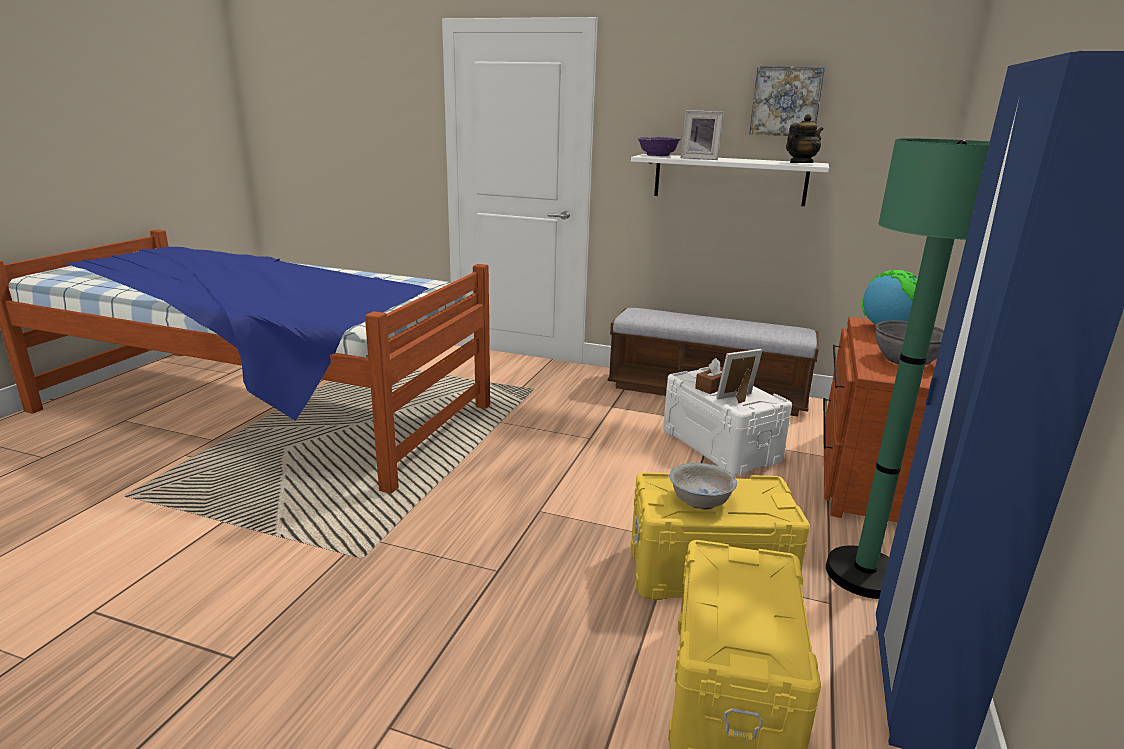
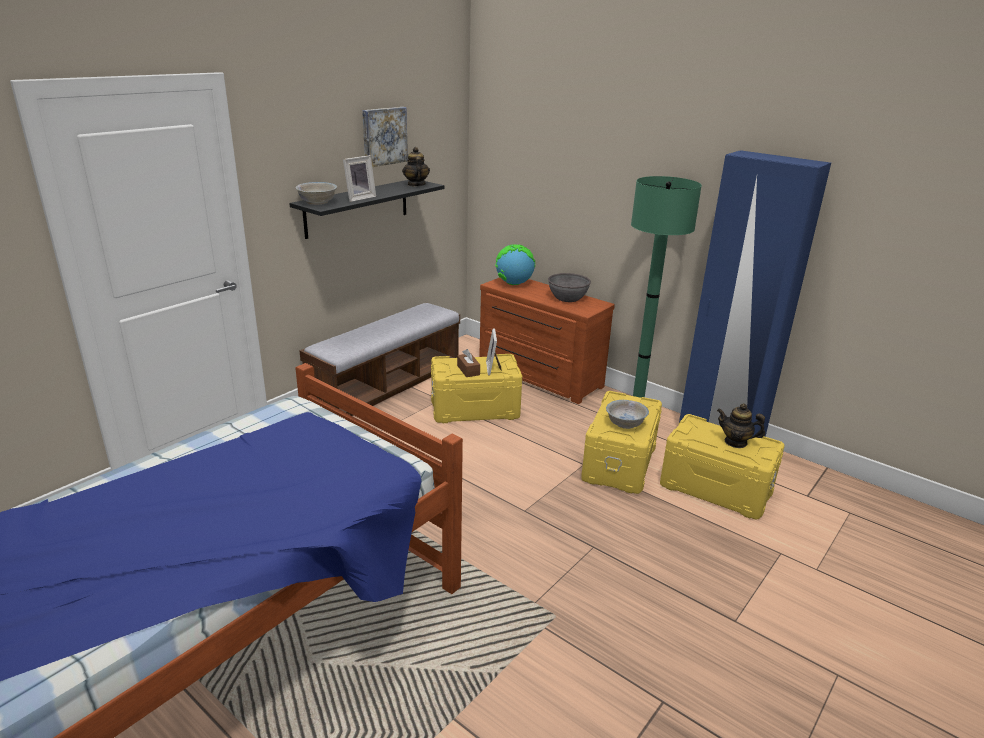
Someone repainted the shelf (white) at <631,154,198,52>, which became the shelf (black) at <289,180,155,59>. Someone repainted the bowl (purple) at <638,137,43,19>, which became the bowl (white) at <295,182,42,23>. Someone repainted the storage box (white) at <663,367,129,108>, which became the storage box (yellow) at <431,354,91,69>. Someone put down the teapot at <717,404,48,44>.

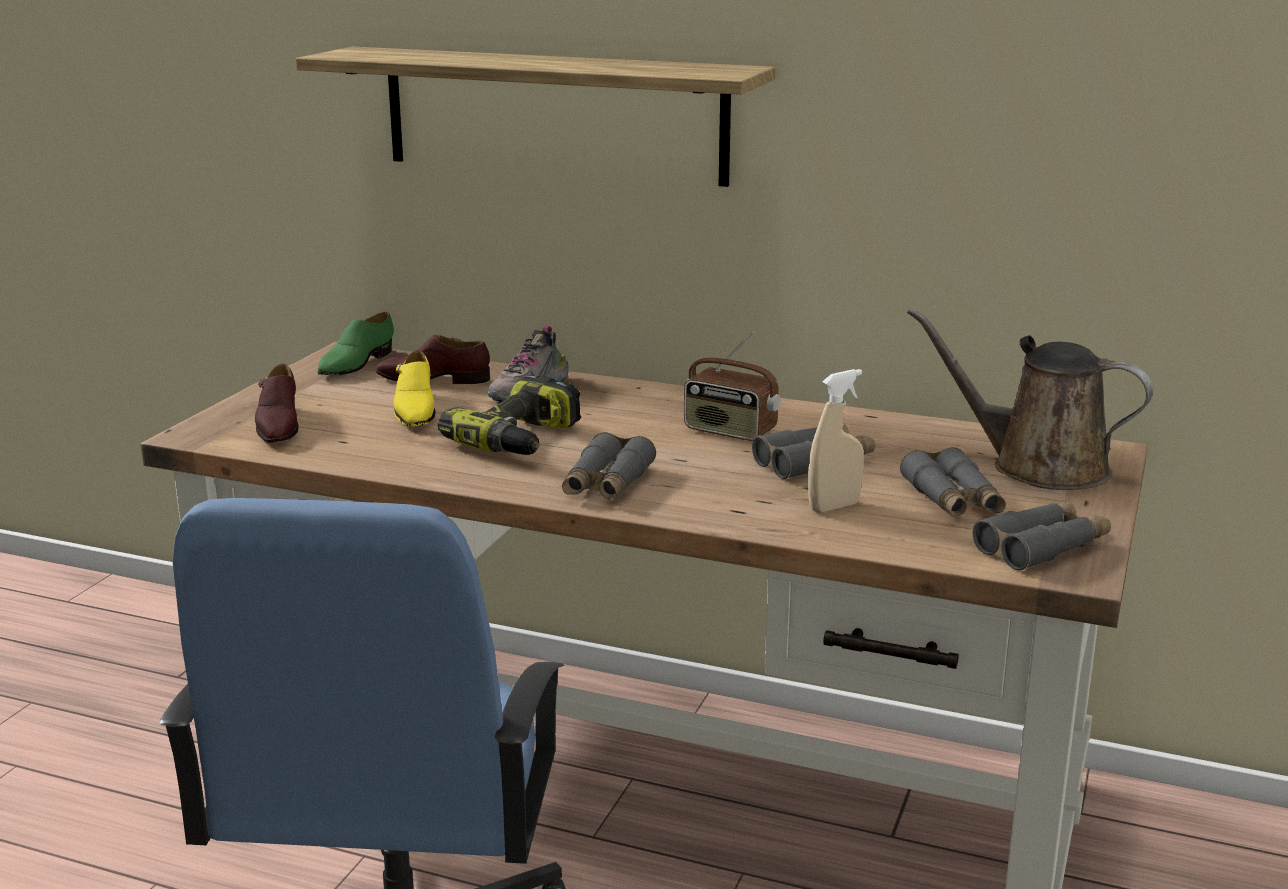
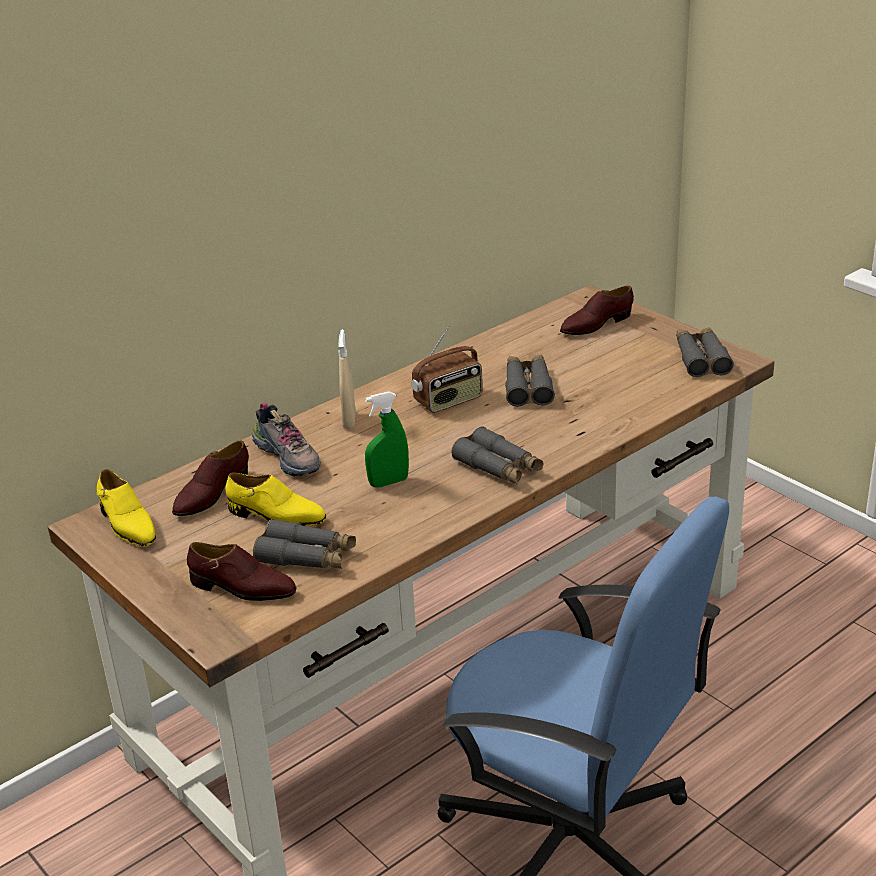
Someone took away the shelf at <296,46,479,141>. Someone repainted the shoe (green) at <317,312,77,63>, which became the shoe (yellow) at <97,469,59,77>. Someone swapped the power drill at <438,375,143,80> for the spray bottle (green) at <365,391,44,97>. Someone carried the spray bottle (beige) from <808,369,56,144> to <338,329,18,100>. Someone carried the binoculars (grey) from <900,447,106,70> to <253,519,103,50>. Someone swapped the watering can (brown) at <907,308,246,182> for the shoe (brown) at <560,286,74,49>.

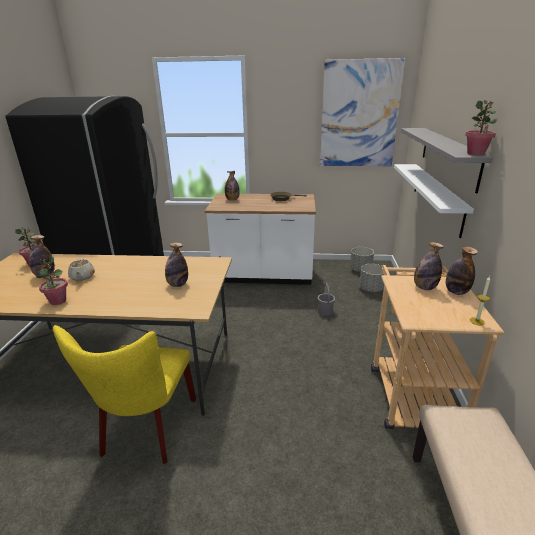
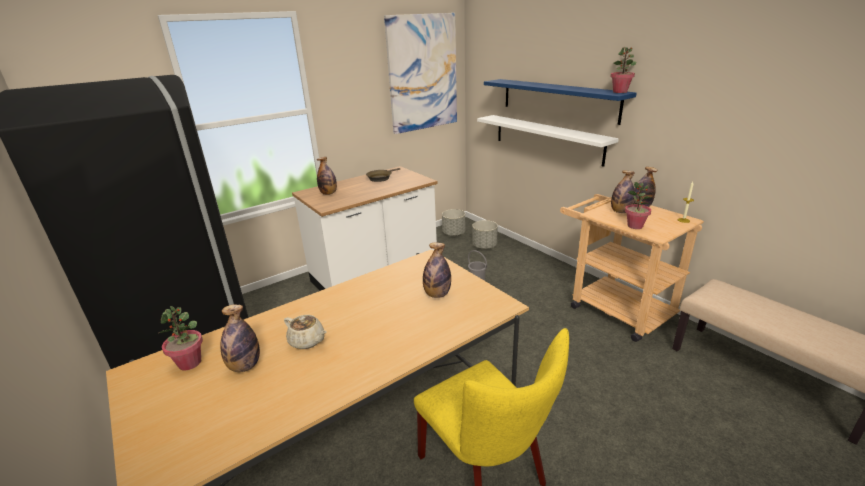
Someone carried the potted plant from <35,256,33,49> to <625,182,26,47>. Someone repainted the shelf (grey) at <401,128,92,65>, which became the shelf (blue) at <484,79,153,46>.

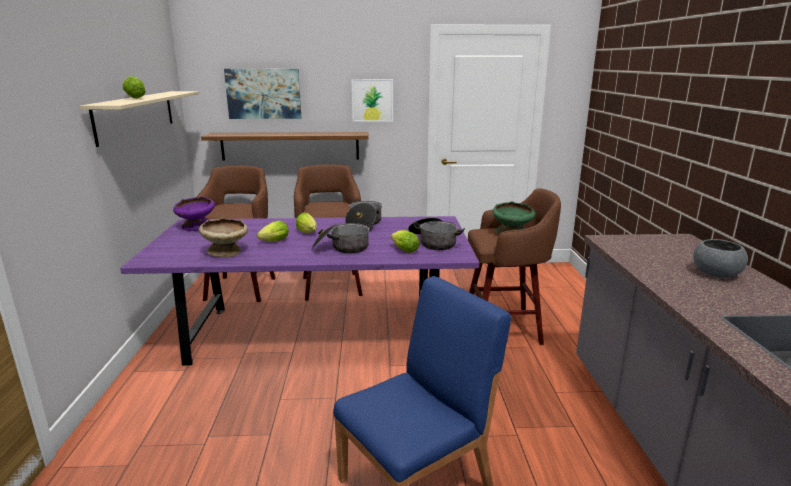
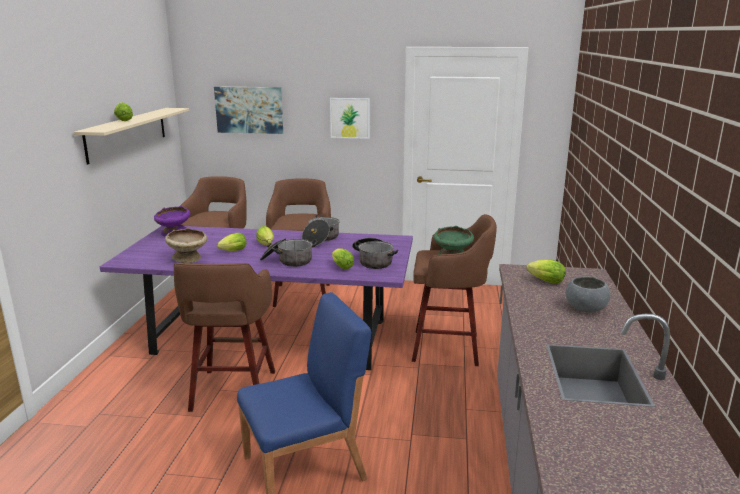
Someone took away the shelf at <201,132,168,29>. Someone put down the stool (brown) at <174,263,101,149>. Someone put down the lettuce at <526,259,40,25>.

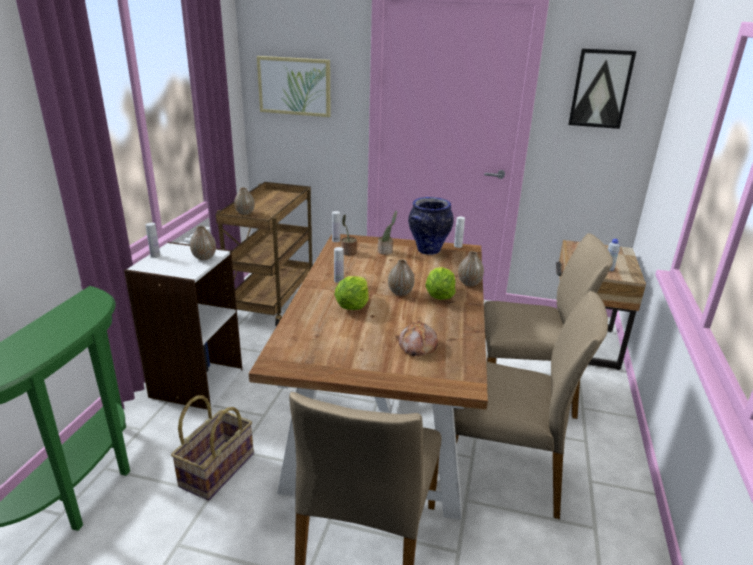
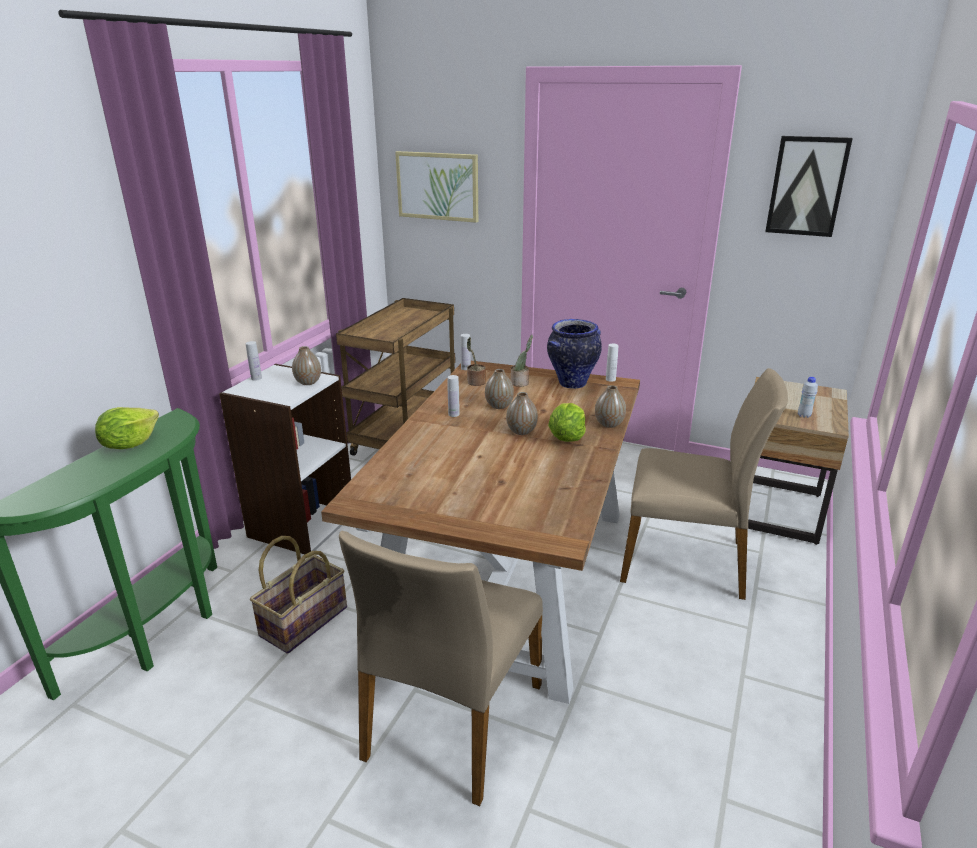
Someone carried the vase from <234,187,21,28> to <485,369,29,40>. Someone carried the lettuce from <334,276,35,34> to <95,407,64,42>. Someone took away the bread at <398,321,40,35>. Someone took away the chair (beige) at <453,291,155,228>.

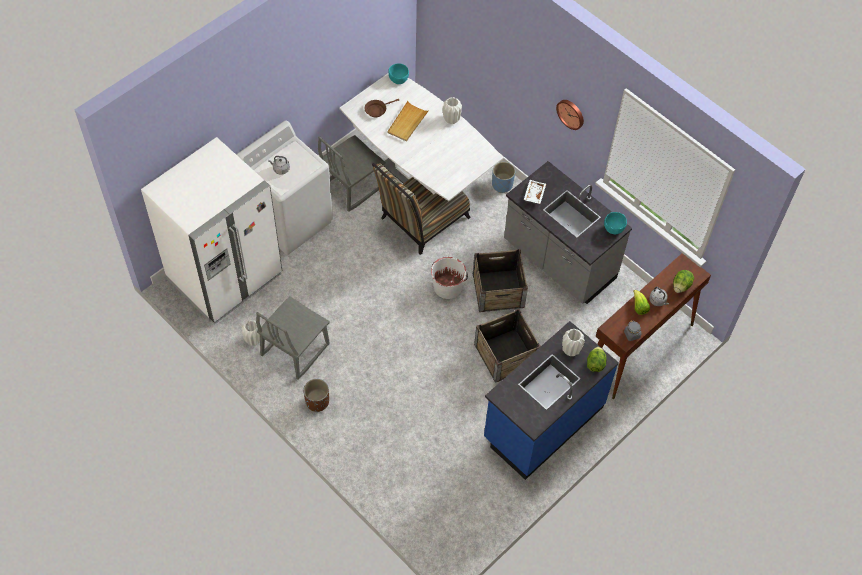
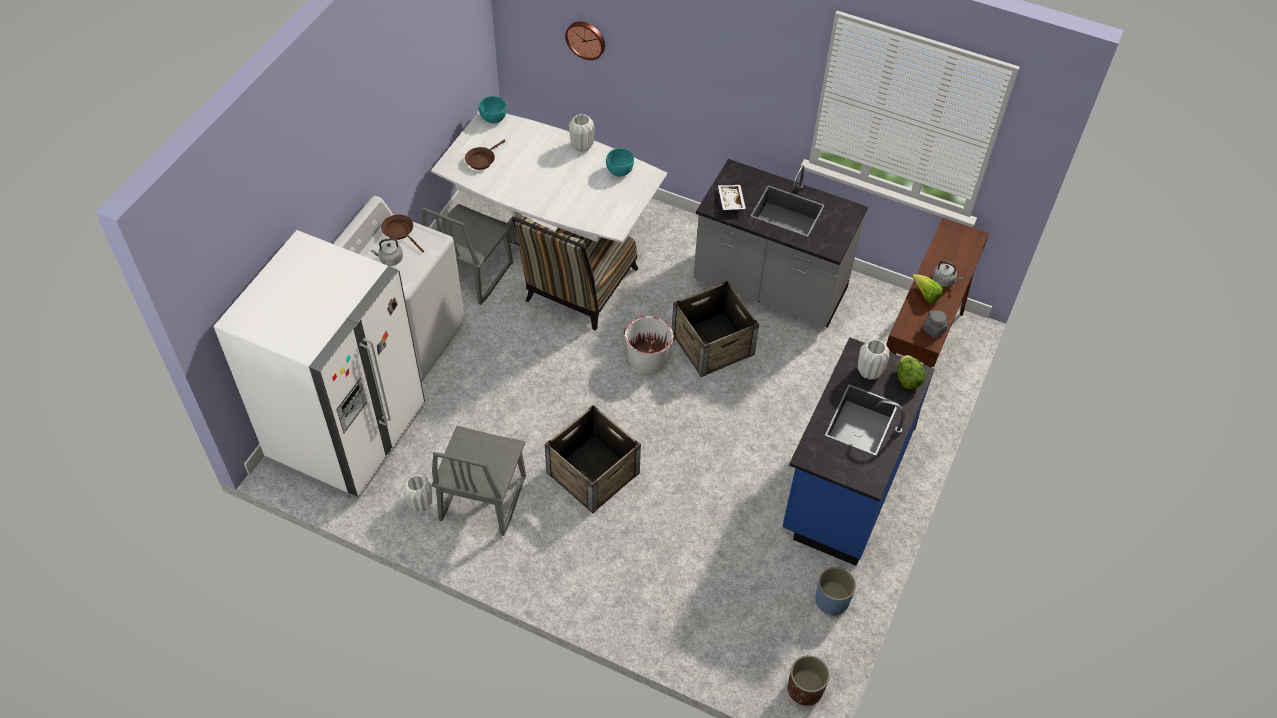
Someone carried the planter (brown) from <303,379,26,33> to <788,655,42,51>. Someone took away the tray (beige) at <387,101,41,41>. Someone carried the crate from <474,309,67,74> to <545,405,96,109>. Someone carried the planter (blue) from <492,162,23,31> to <815,567,41,49>. Someone carried the wall clock from <556,100,28,30> to <565,21,40,39>. Someone carried the bowl (turquoise) from <604,212,23,22> to <606,148,28,29>. Someone took away the lettuce at <673,270,21,23>. Someone put down the frying pan (brown) at <381,215,43,38>.

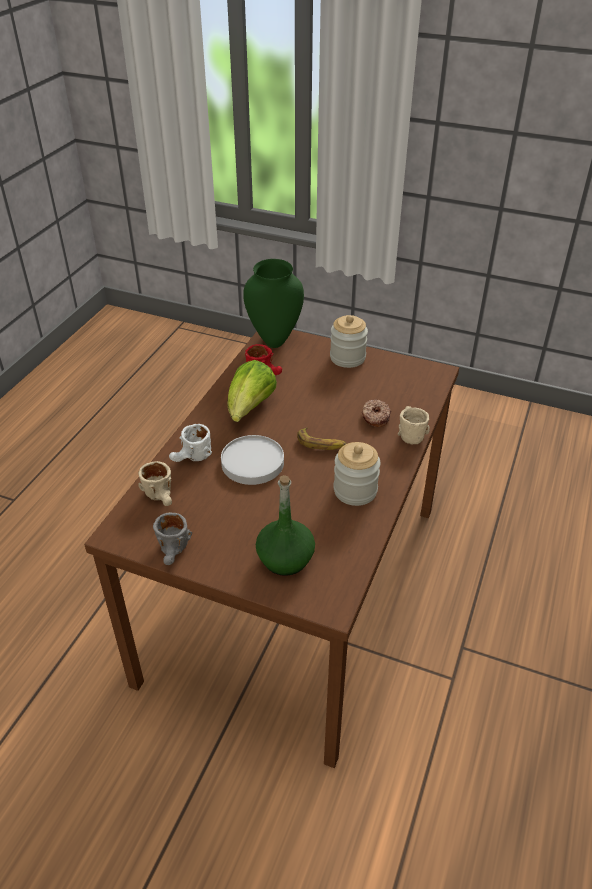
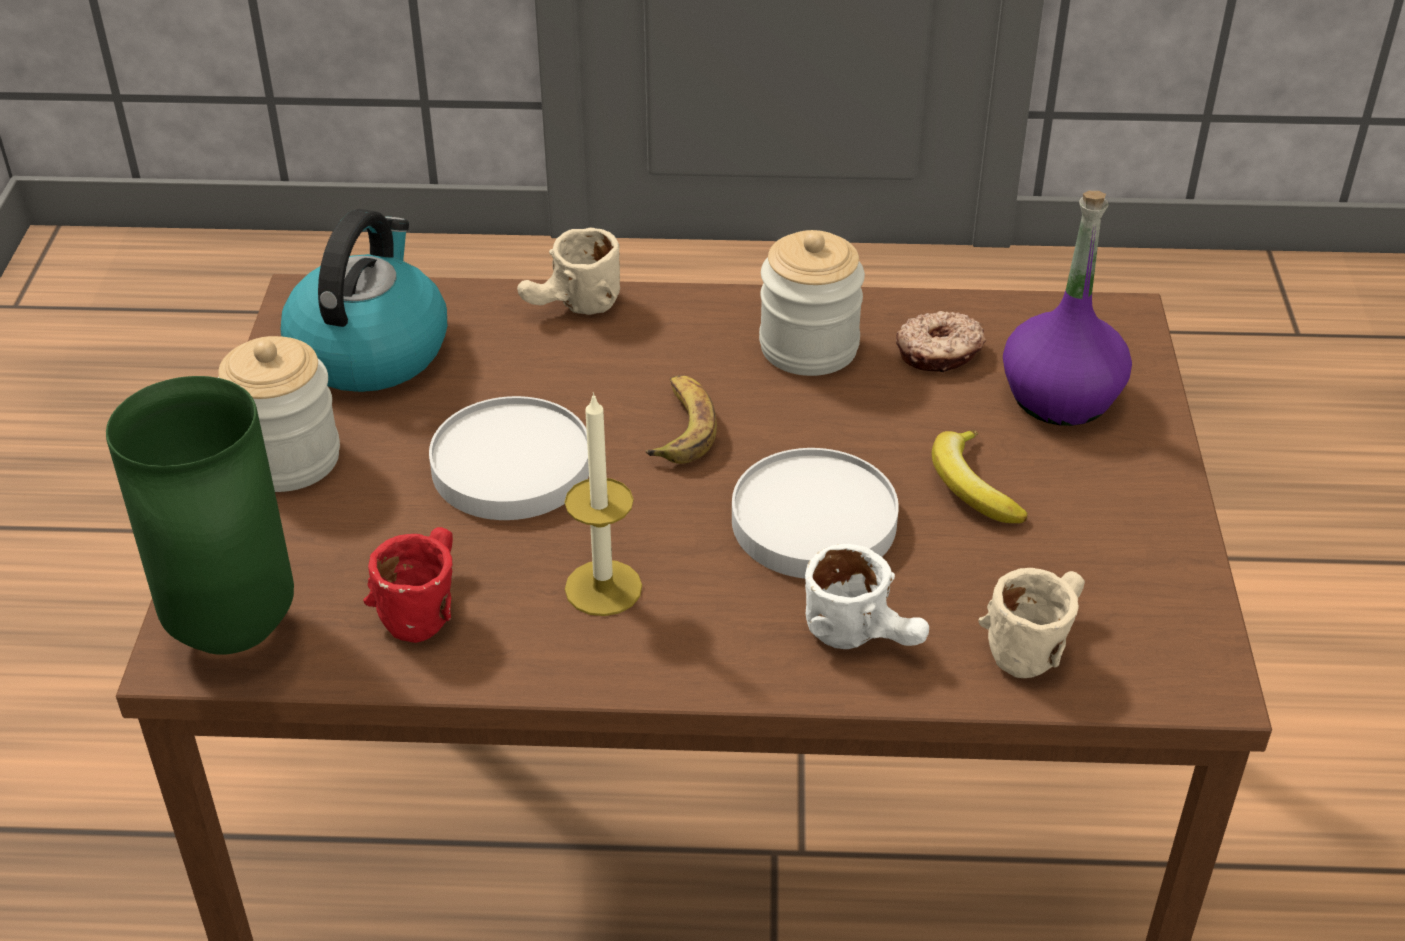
Someone took away the mug (grey) at <153,512,39,53>. Someone swapped the lettuce at <227,360,50,62> for the candle at <565,392,77,224>. Someone repainted the bottle (green) at <256,475,59,101>, which became the bottle (purple) at <1003,191,129,235>. Someone carried the donut from <362,399,29,28> to <896,311,90,61>. Someone put down the kettle at <281,209,166,183>. Someone put down the plate (white) at <429,396,160,124>. Someone put down the banana at <932,430,96,93>.

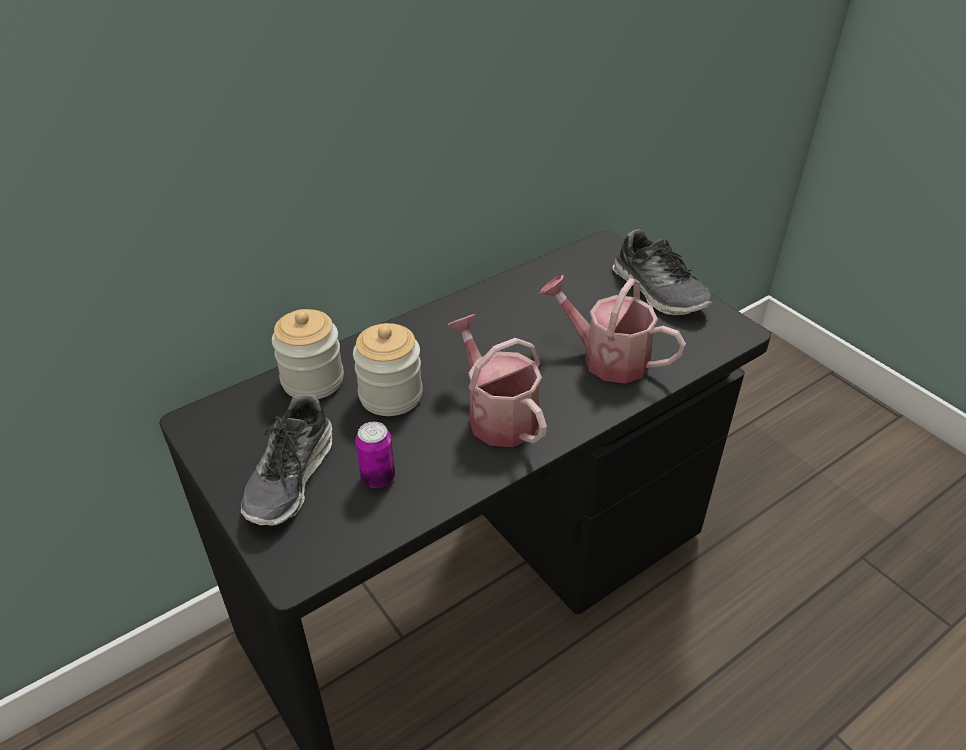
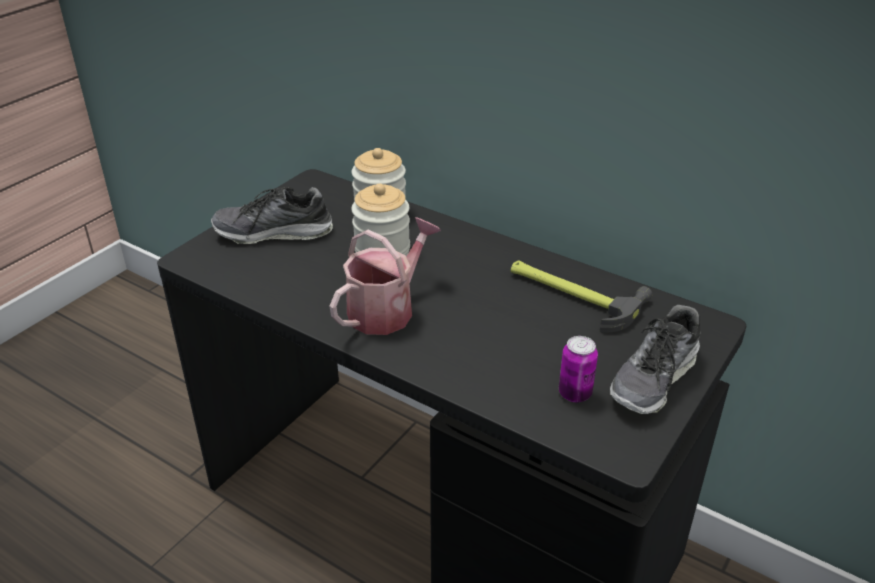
Someone carried the can from <355,422,40,66> to <559,336,39,66>. Someone took away the watering can at <539,275,147,109>. Someone put down the hammer at <511,260,141,73>.

